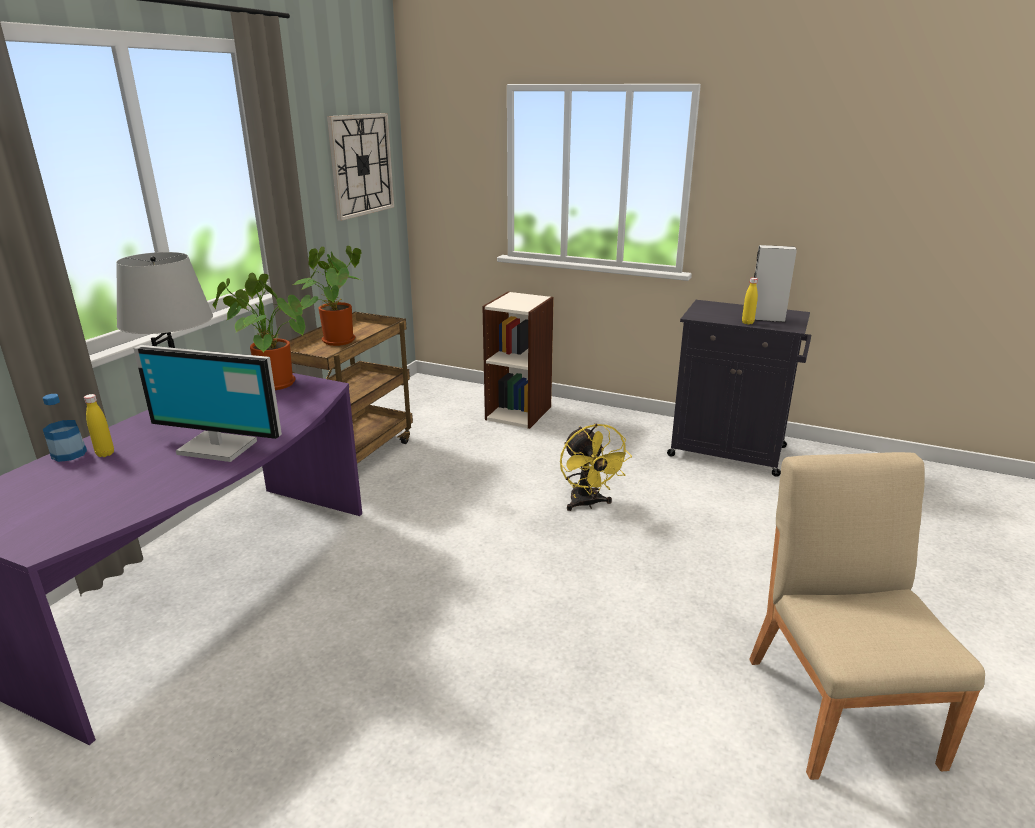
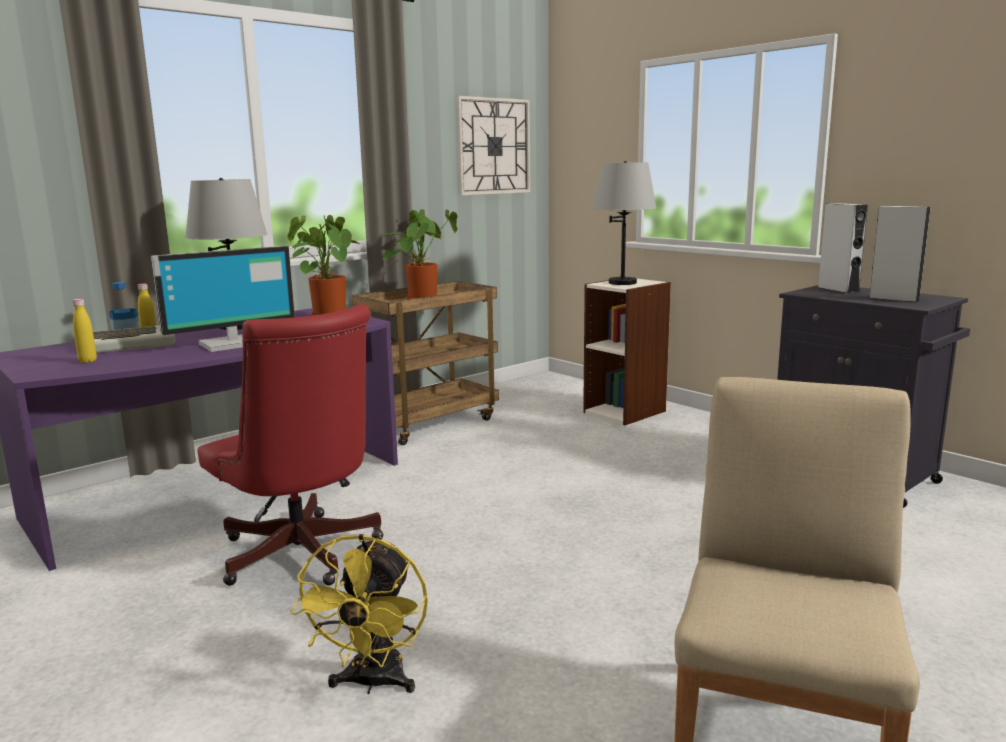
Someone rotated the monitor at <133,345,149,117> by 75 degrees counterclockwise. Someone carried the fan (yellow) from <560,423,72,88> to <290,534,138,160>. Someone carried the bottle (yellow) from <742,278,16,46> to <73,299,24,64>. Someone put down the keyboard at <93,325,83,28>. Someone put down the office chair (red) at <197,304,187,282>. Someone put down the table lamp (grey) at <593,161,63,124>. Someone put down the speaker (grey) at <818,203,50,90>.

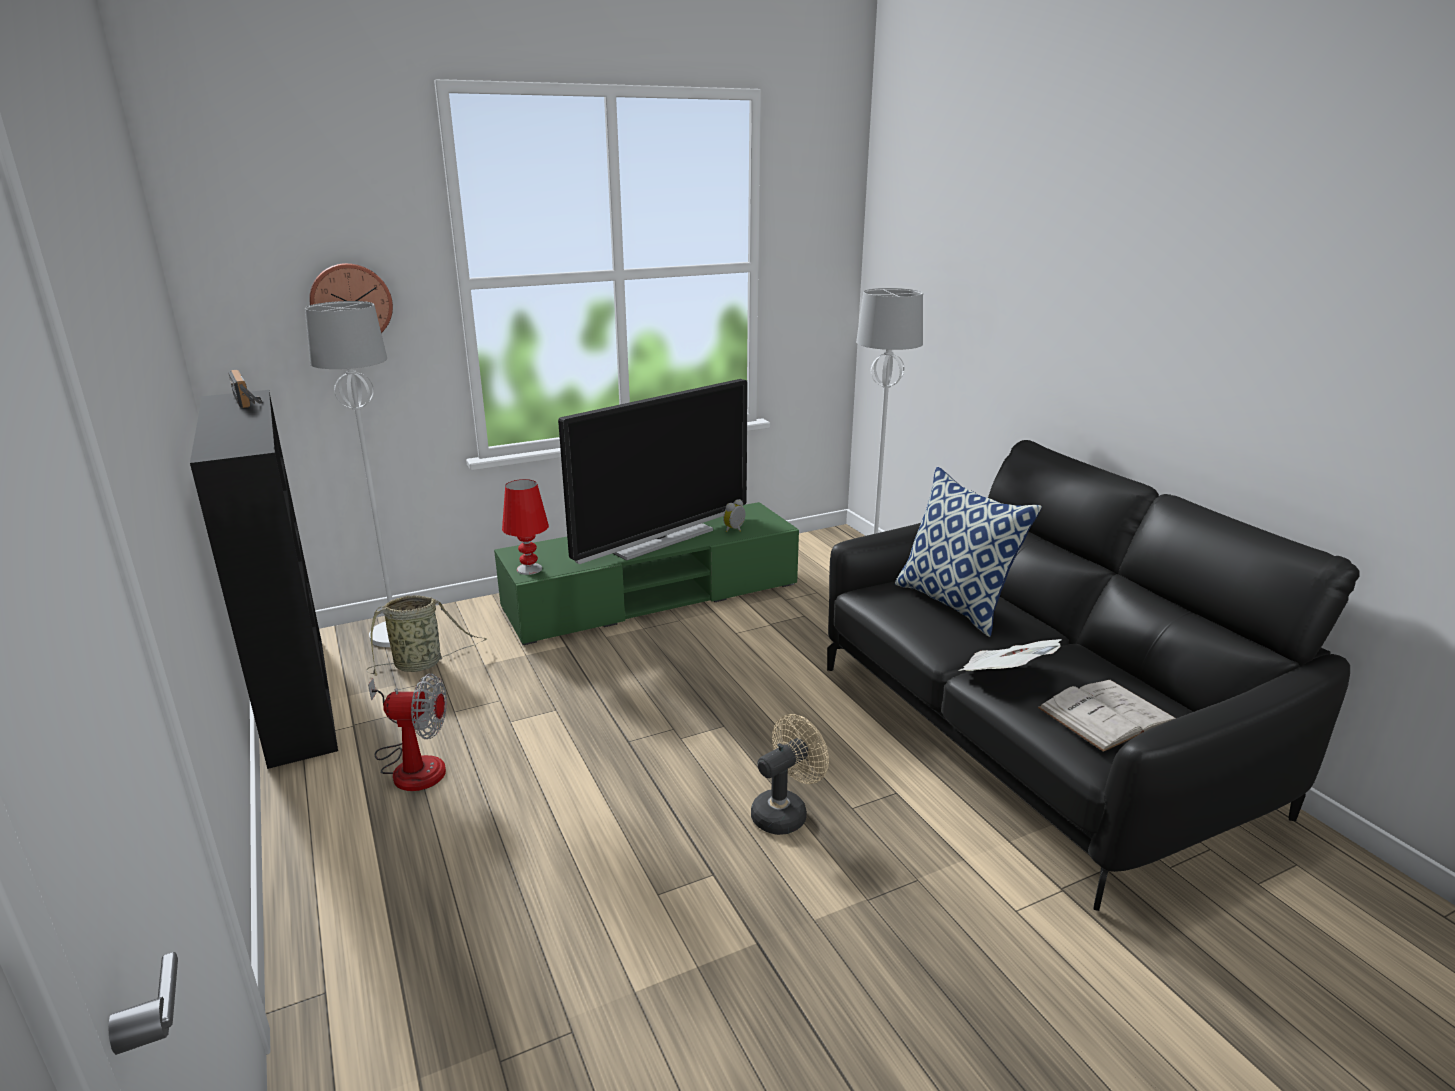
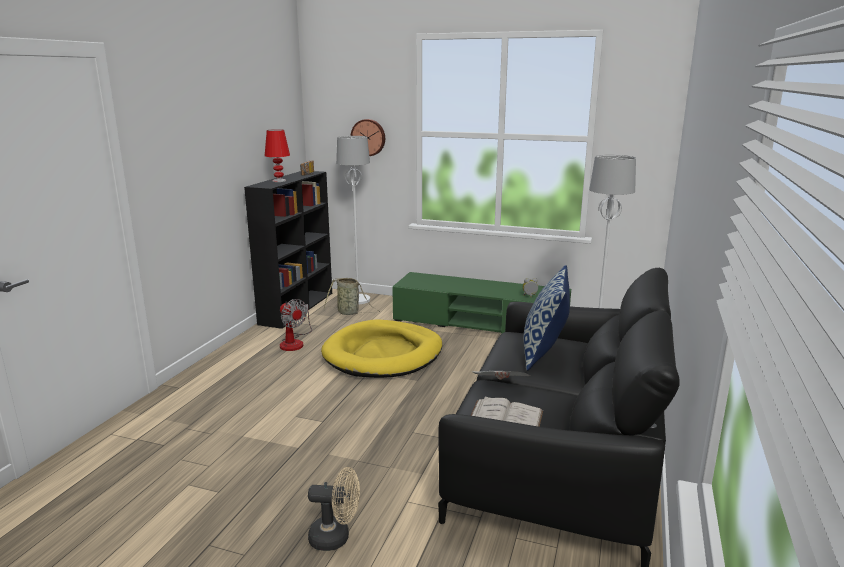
Someone carried the table lamp (red) from <502,479,47,96> to <265,129,25,53>. Someone took away the television at <558,379,190,185>. Someone carried the fan (beige) from <751,714,78,121> to <308,467,52,84>. Someone put down the dog bed (yellow) at <321,319,121,59>.

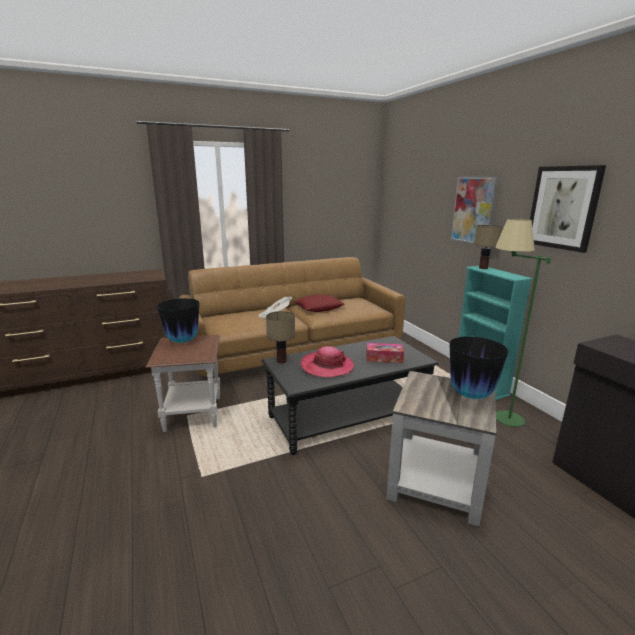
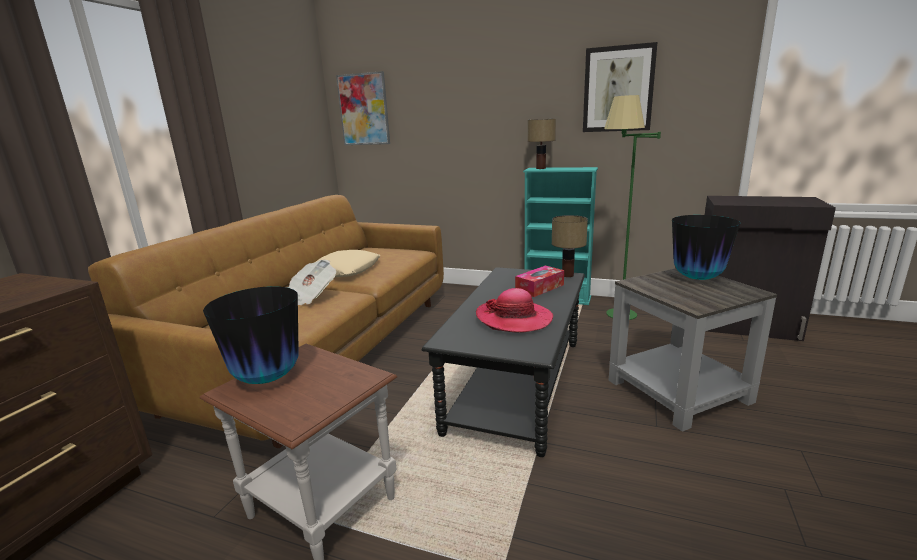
Someone carried the table lamp from <266,311,29,52> to <552,215,36,62>. Someone repainted the pillow (red) at <294,294,50,18>, which became the pillow (beige) at <316,250,64,27>. Someone carried the picture from <451,177,47,67> to <336,71,54,74>.

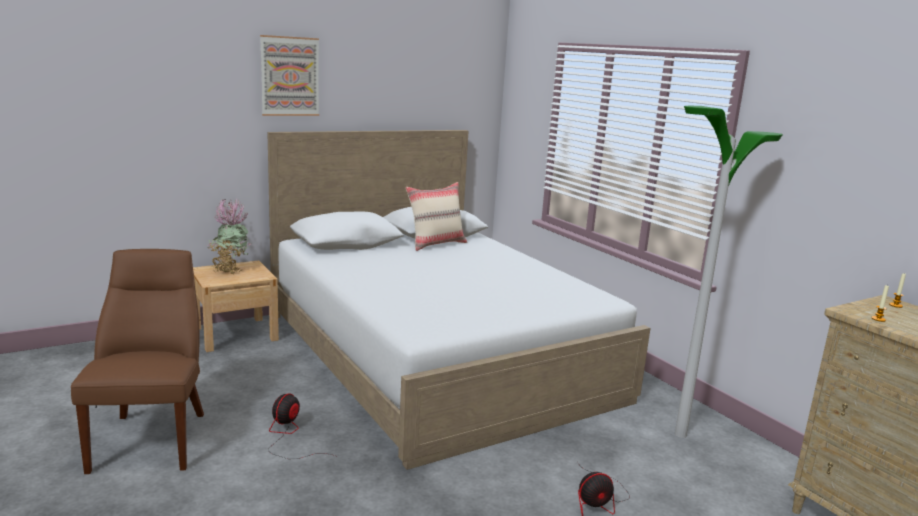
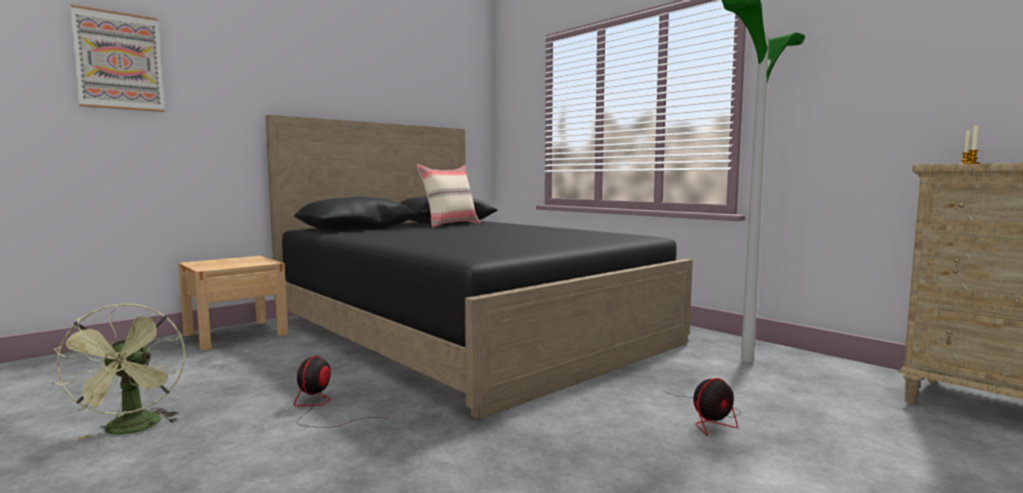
Someone swapped the chair (brown) at <71,249,133,225> for the fan (green) at <52,303,133,136>. Someone took away the potted plant at <208,199,43,75>. Someone carried the picture from <260,35,59,81> to <70,4,95,108>. Someone repainted the bed (white) at <267,130,383,340>, which became the bed (black) at <265,115,428,305>.

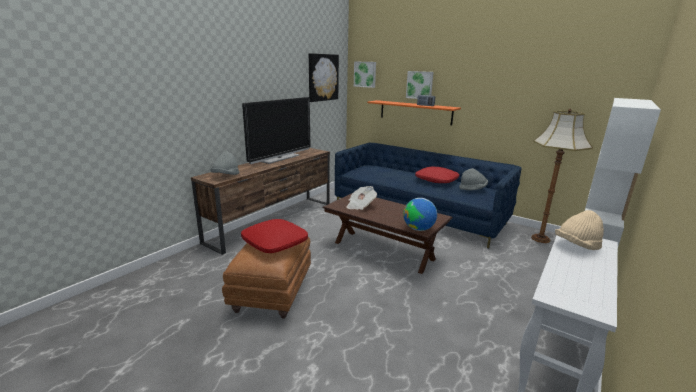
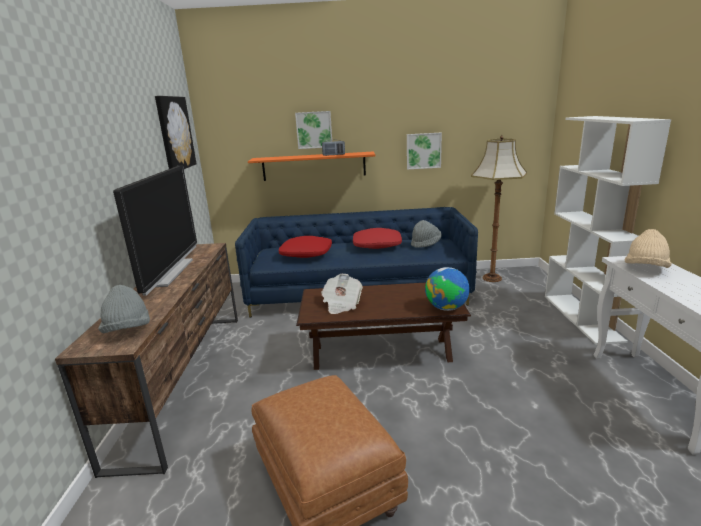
Someone carried the pillow (red) from <241,219,67,34> to <279,236,53,22>. Someone carried the picture from <354,62,22,26> to <407,133,35,36>.

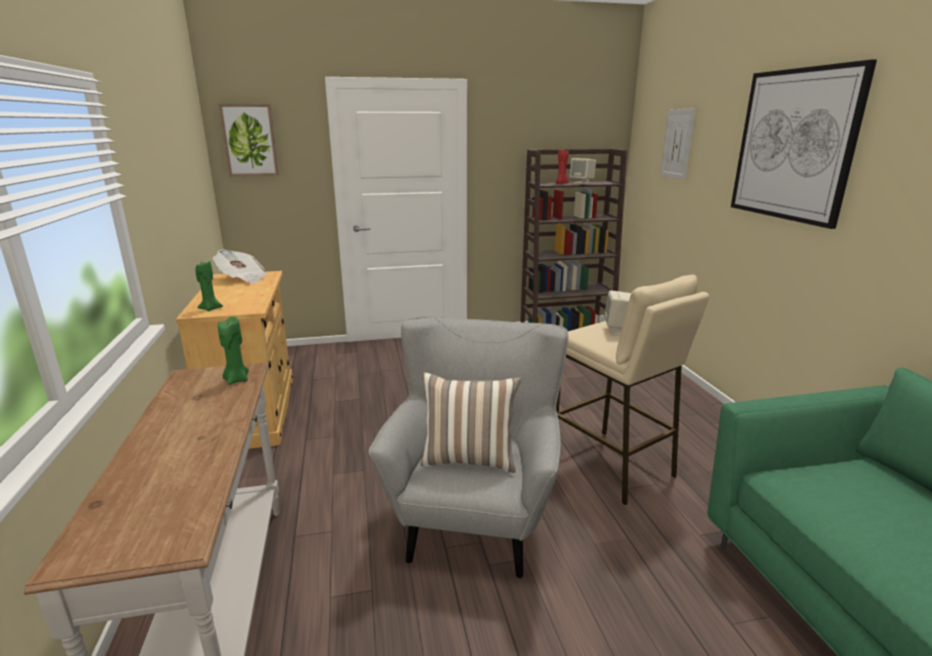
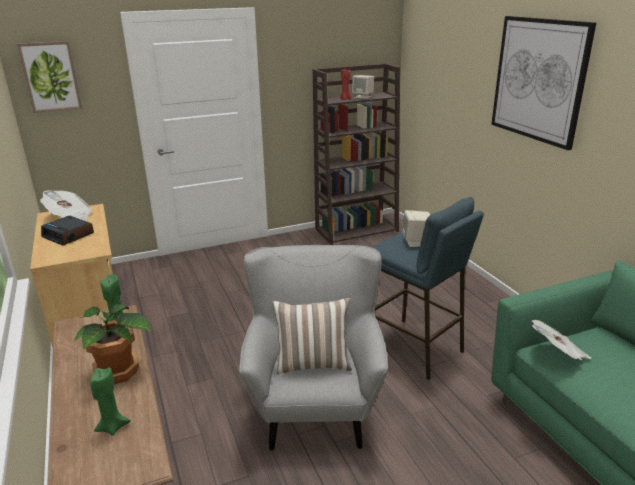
Someone carried the candle (green) from <195,261,28,50> to <90,367,41,69>. Someone repainted the stool (beige) at <556,275,153,231>, which became the stool (blue) at <371,197,113,183>. Someone took away the picture at <660,108,36,72>. Someone put down the alarm clock at <41,216,53,30>. Someone put down the potted plant at <74,304,77,80>. Someone put down the newspaper at <532,320,60,41>.

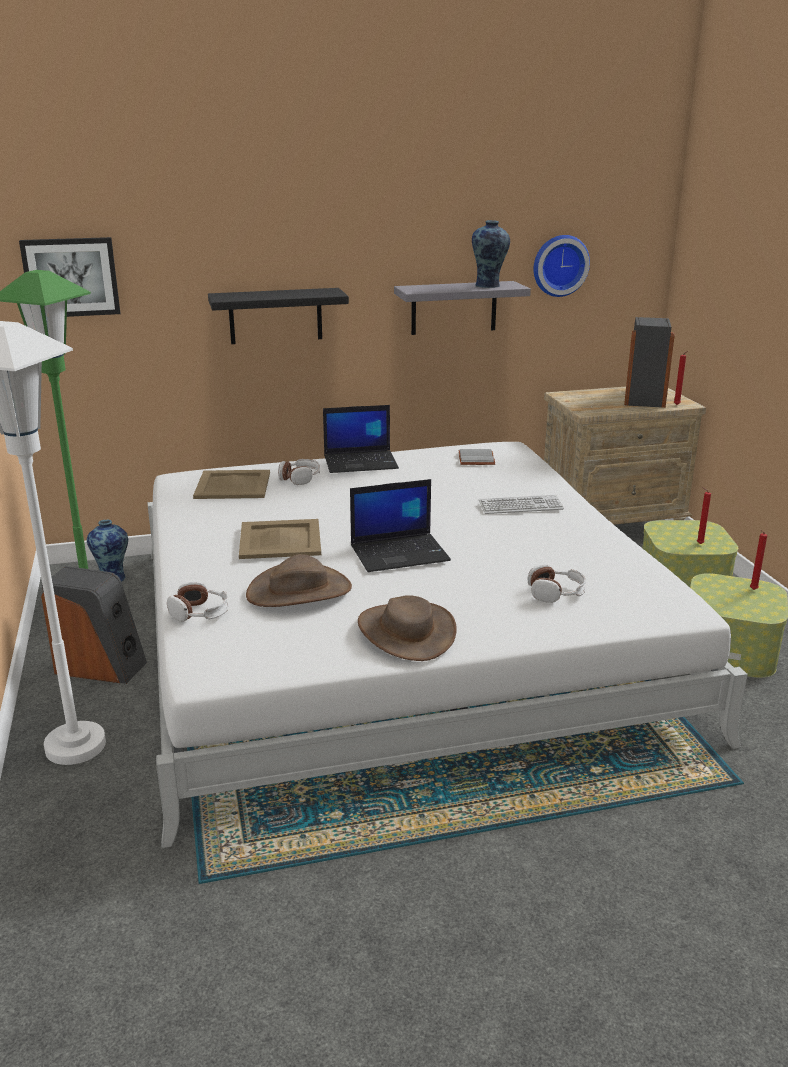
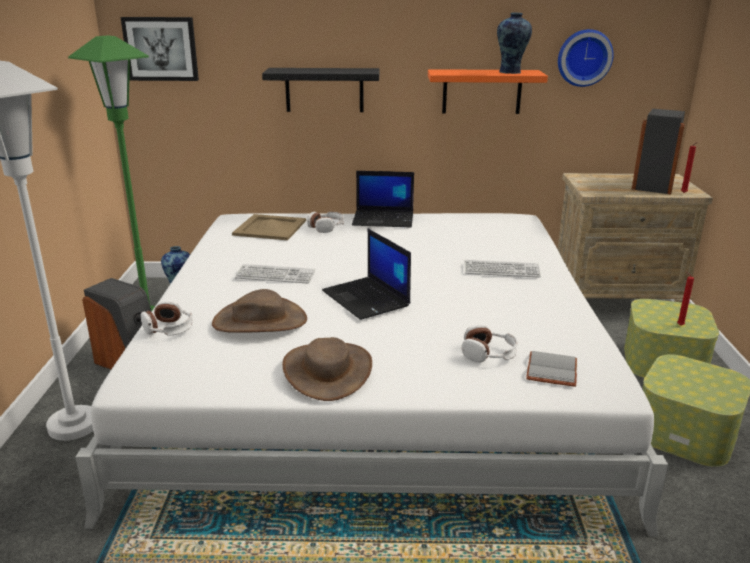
Someone swapped the tray (beige) at <239,519,82,40> for the keyboard at <235,264,80,19>. Someone rotated the laptop at <350,479,101,93> by 60 degrees clockwise. Someone repainted the shelf (grey) at <394,281,137,54>, which became the shelf (orange) at <428,69,120,45>. Someone carried the book (grey) from <458,449,37,16> to <526,351,51,36>. Someone took away the candle (red) at <750,530,17,60>.

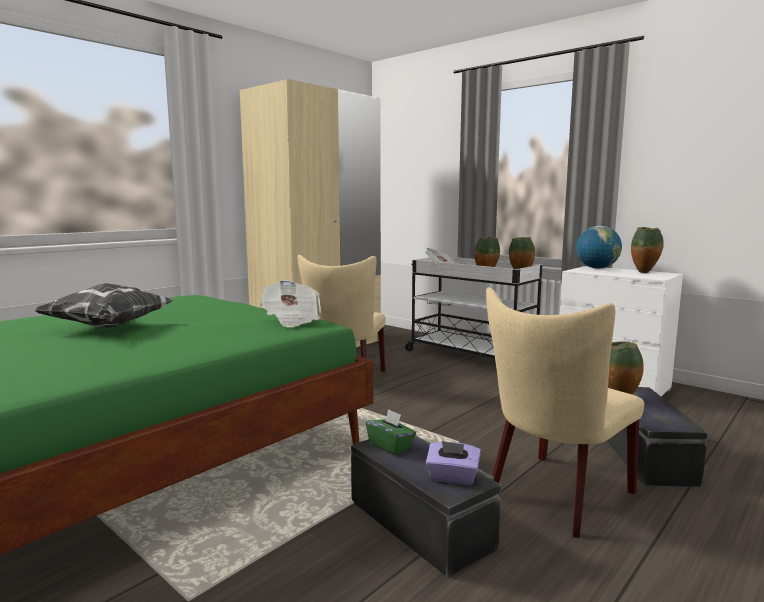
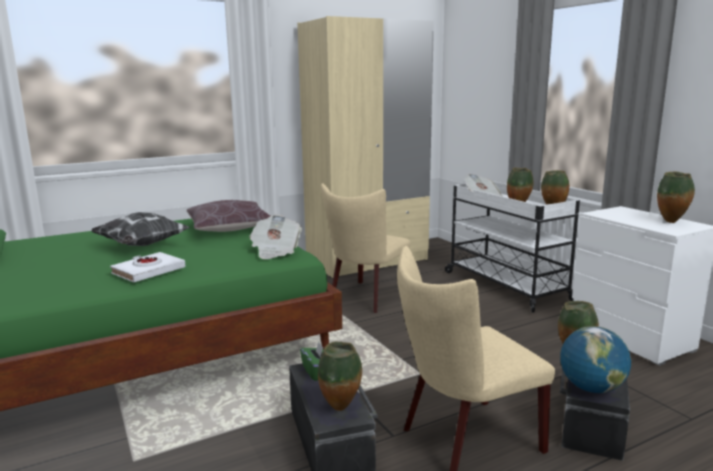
Someone swapped the tissue box (purple) at <426,441,55,44> for the vase at <318,341,44,70>. Someone carried the globe from <576,226,46,43> to <560,326,71,67>. Someone put down the book (white) at <110,252,76,31>. Someone put down the pillow (brown) at <187,200,83,32>.

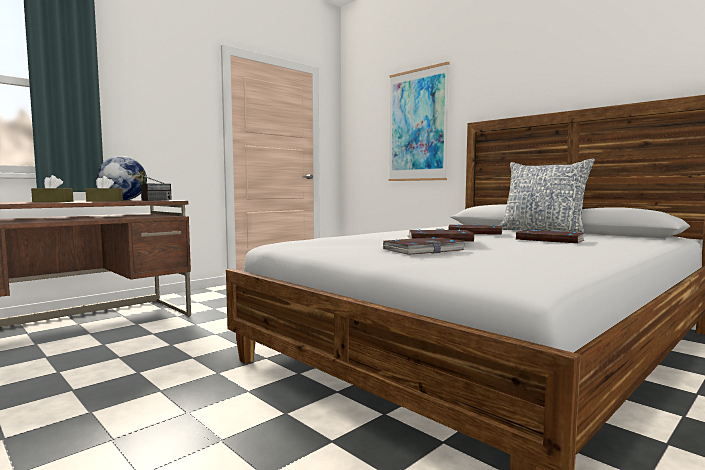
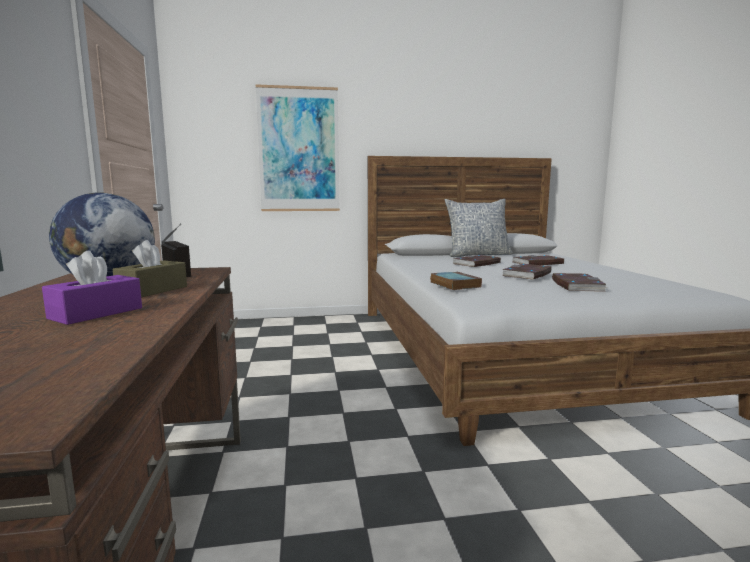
Someone repainted the tissue box (brown) at <31,175,42,27>, which became the tissue box (purple) at <42,251,100,74>. Someone put down the book at <430,272,52,18>.

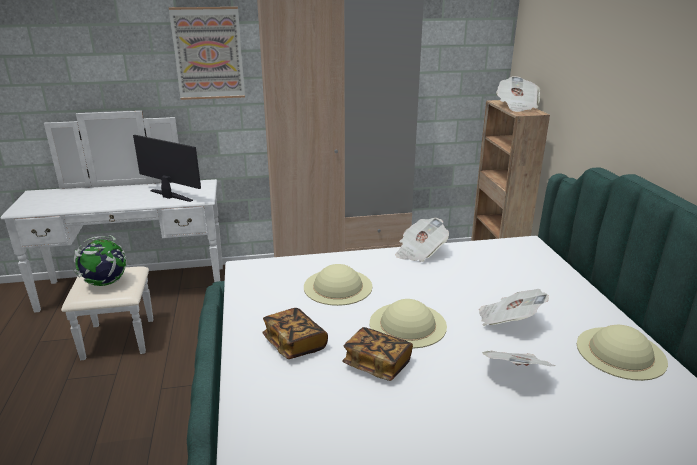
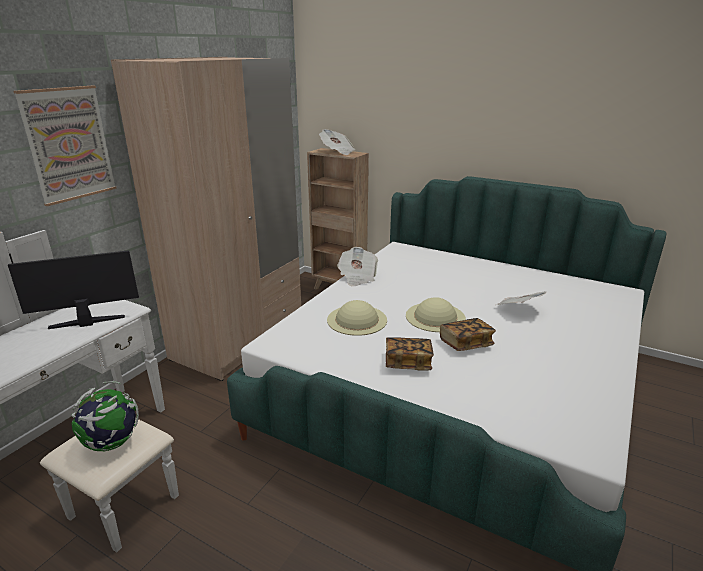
Someone took away the newspaper at <479,289,70,37>. Someone took away the hat (beige) at <577,325,91,56>.

